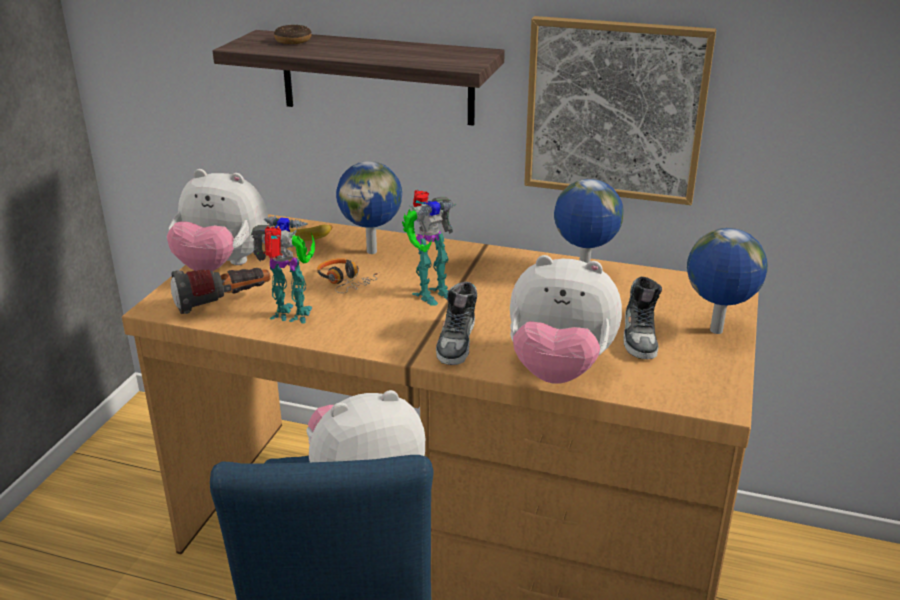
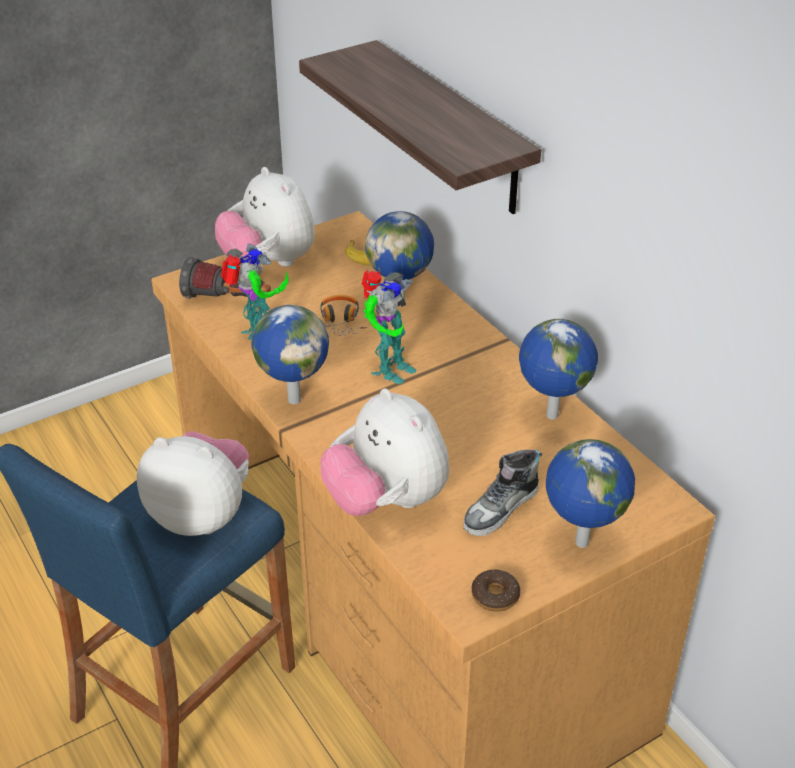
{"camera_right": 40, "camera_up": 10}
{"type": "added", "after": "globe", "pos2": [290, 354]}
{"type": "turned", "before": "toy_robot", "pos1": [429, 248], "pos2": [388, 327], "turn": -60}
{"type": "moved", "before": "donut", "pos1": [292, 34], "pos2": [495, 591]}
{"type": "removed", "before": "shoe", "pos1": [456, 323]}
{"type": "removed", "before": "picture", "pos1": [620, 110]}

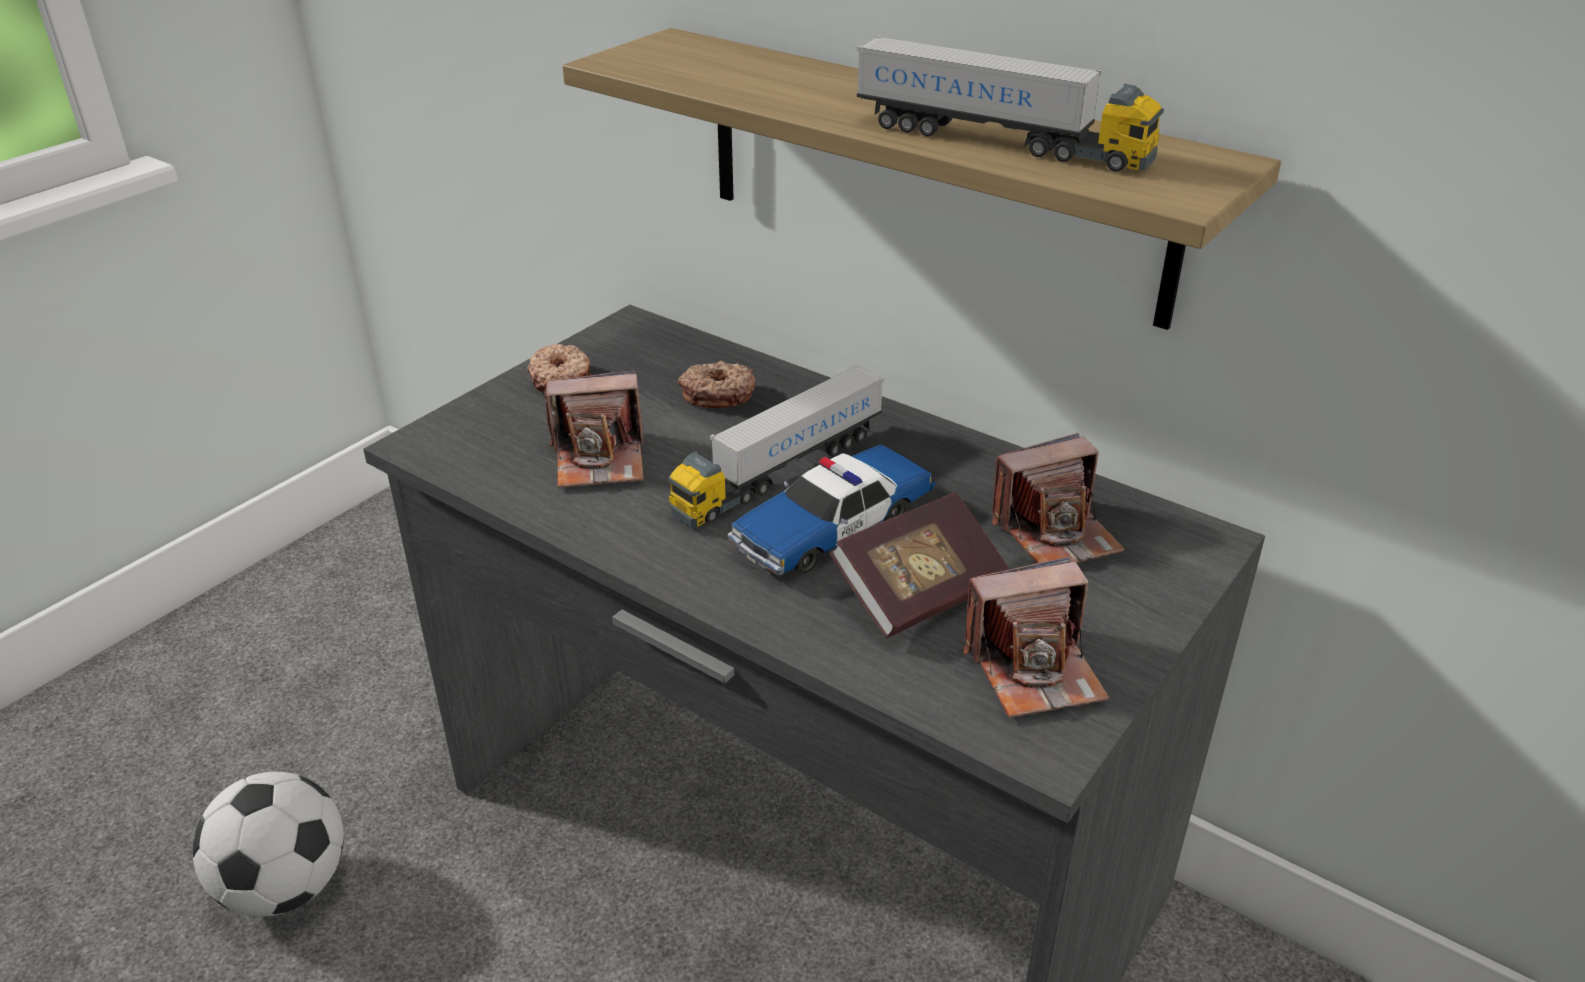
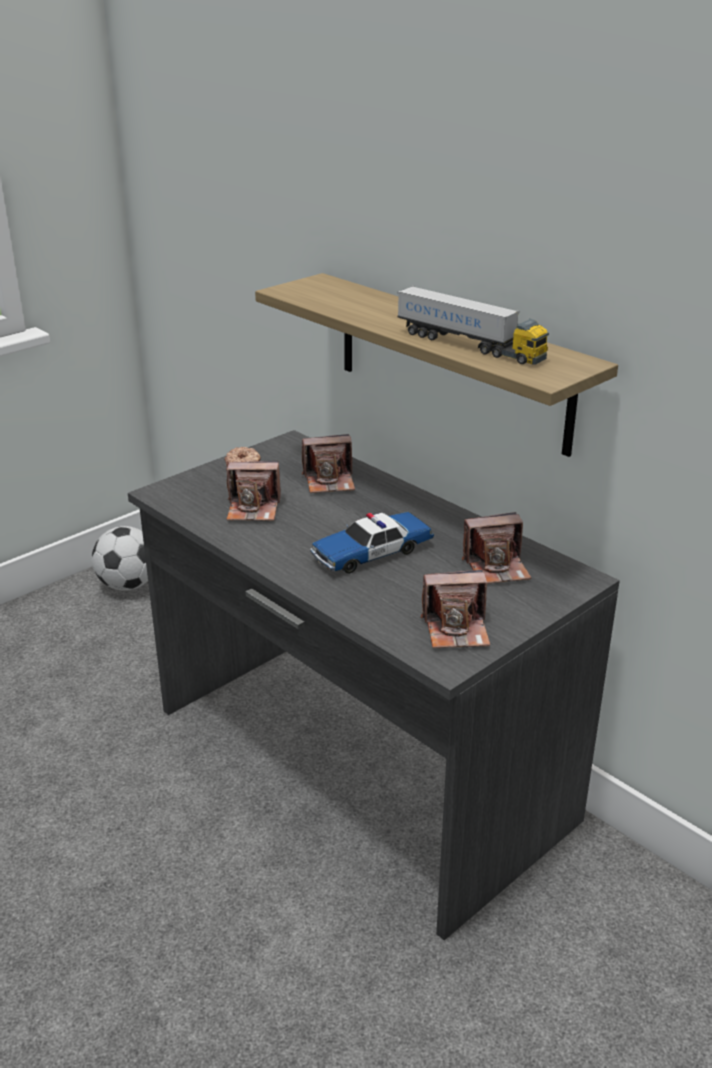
{"camera_right": 10, "camera_up": -5}
{"type": "moved", "before": "football", "pos1": [268, 844], "pos2": [120, 558]}
{"type": "replaced", "before": "donut", "after": "photo_camera", "pos1": [716, 384], "pos2": [328, 463]}
{"type": "removed", "before": "toy_truck", "pos1": [776, 446]}
{"type": "removed", "before": "book", "pos1": [919, 565]}

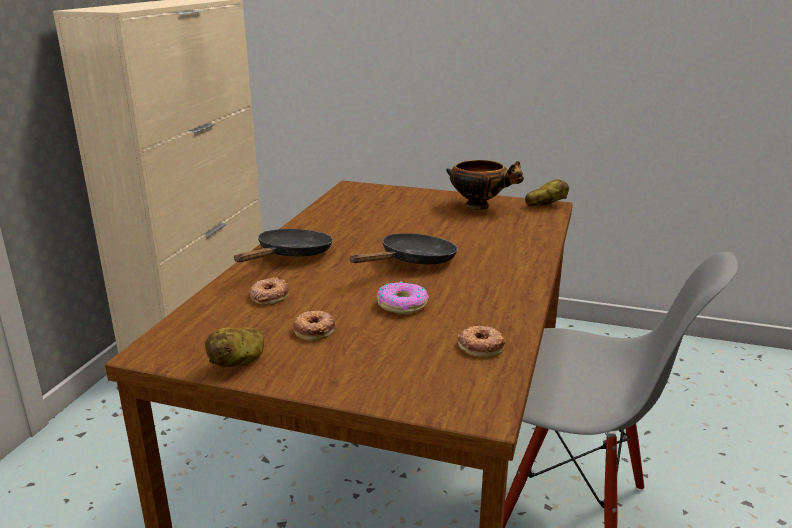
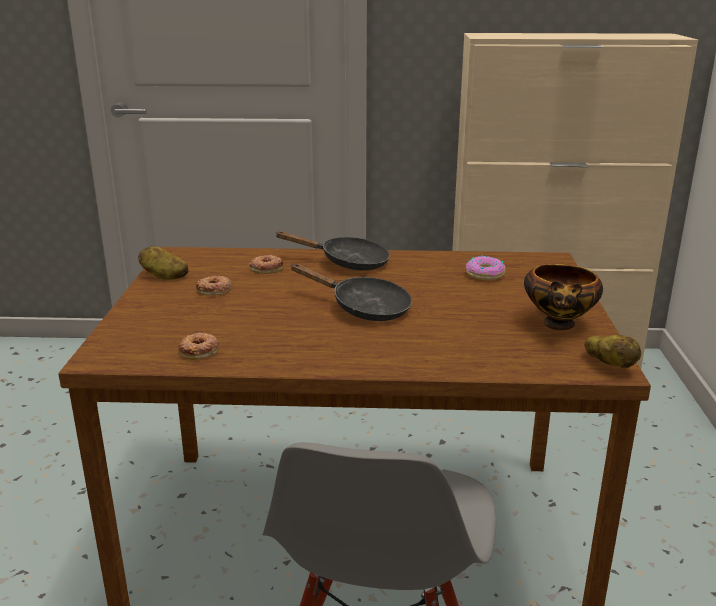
{"camera_right": 75, "camera_up": 0}
{"type": "moved", "before": "donut", "pos1": [403, 298], "pos2": [486, 267]}

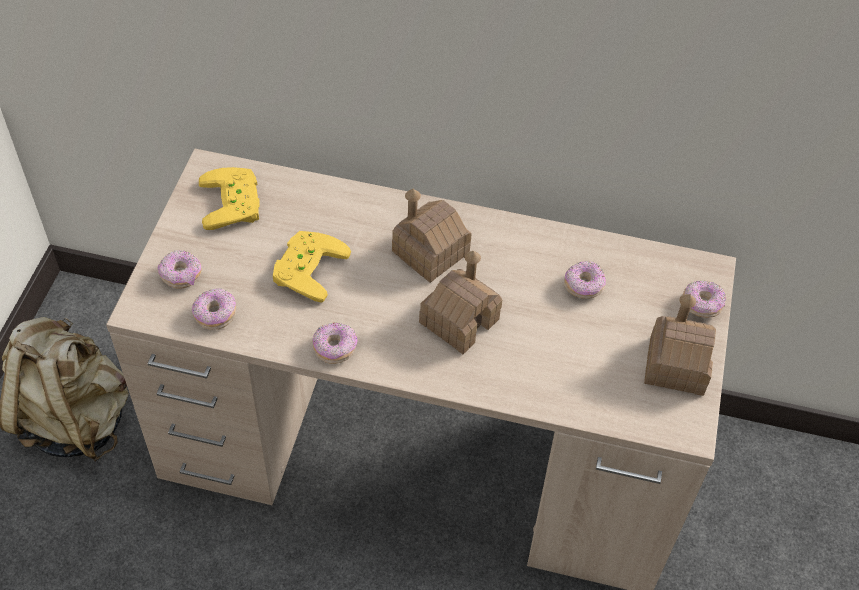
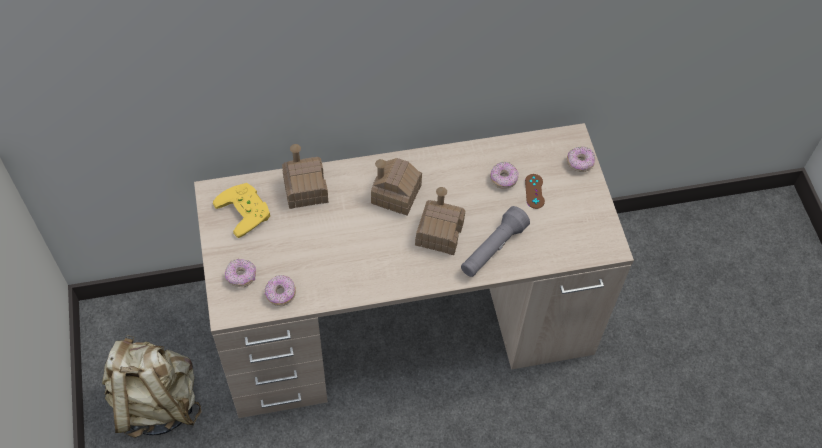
{"camera_right": -25, "camera_up": 5}
{"type": "moved", "before": "toy_house", "pos1": [680, 345], "pos2": [305, 176]}
{"type": "added", "after": "grey_flashlight", "pos2": [495, 241]}
{"type": "added", "after": "brown_game_controller", "pos2": [535, 191]}
{"type": "removed", "before": "yellow_game_controller", "pos1": [312, 267]}
{"type": "removed", "before": "donut", "pos1": [335, 343]}

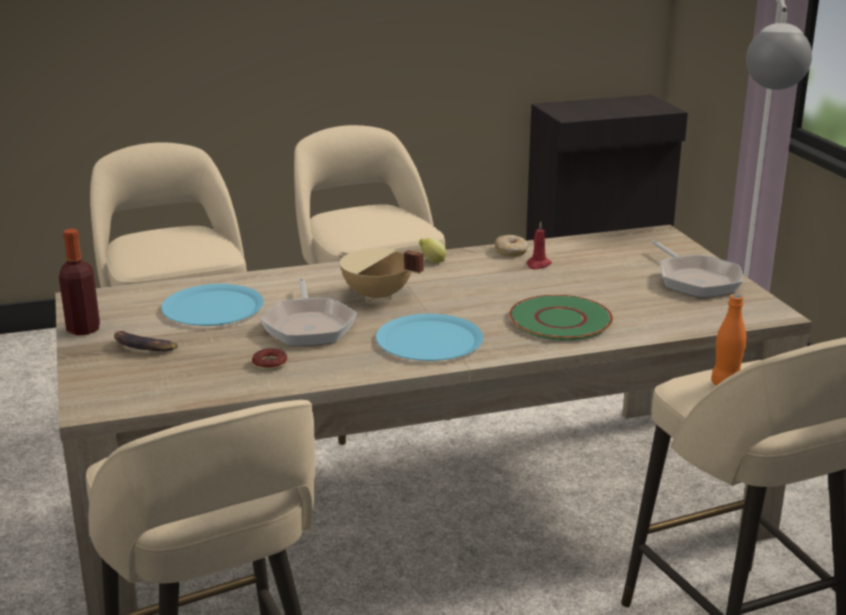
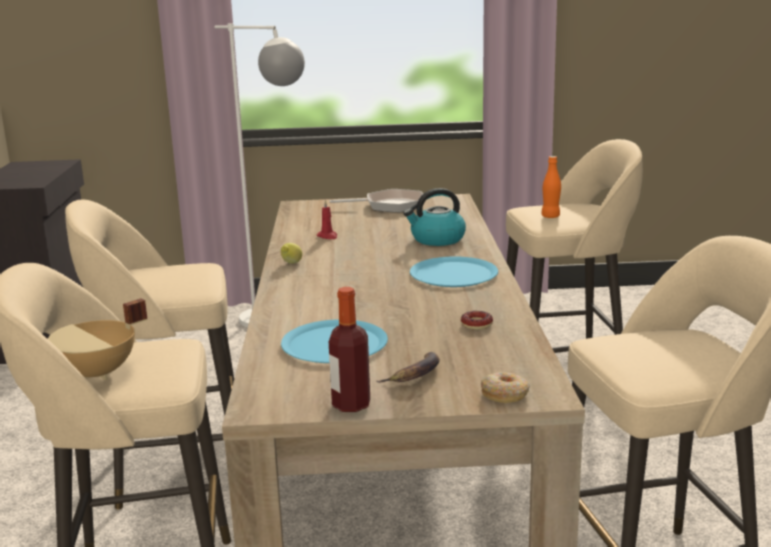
{"camera_right": -75, "camera_up": -5}
{"type": "moved", "before": "beige_cooking_pot", "pos1": [381, 275], "pos2": [97, 339]}
{"type": "replaced", "before": "green_plate", "after": "kettle", "pos1": [561, 317], "pos2": [435, 217]}
{"type": "moved", "before": "donut", "pos1": [511, 246], "pos2": [505, 387]}
{"type": "removed", "before": "frying_pan", "pos1": [308, 312]}

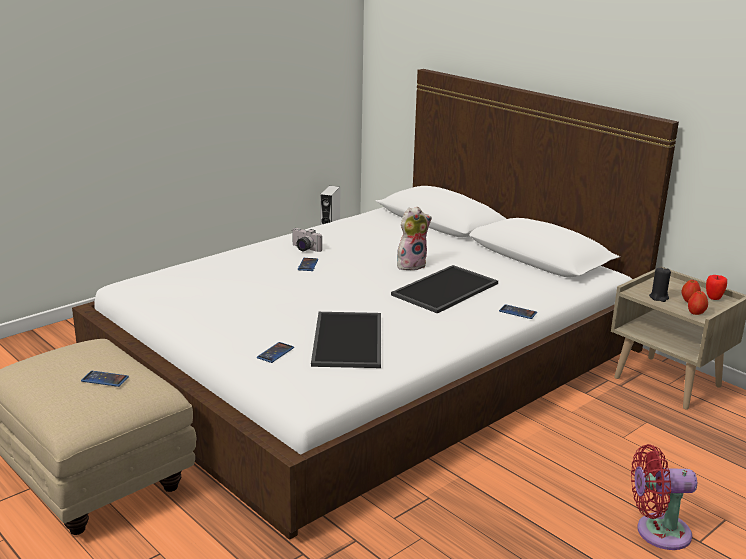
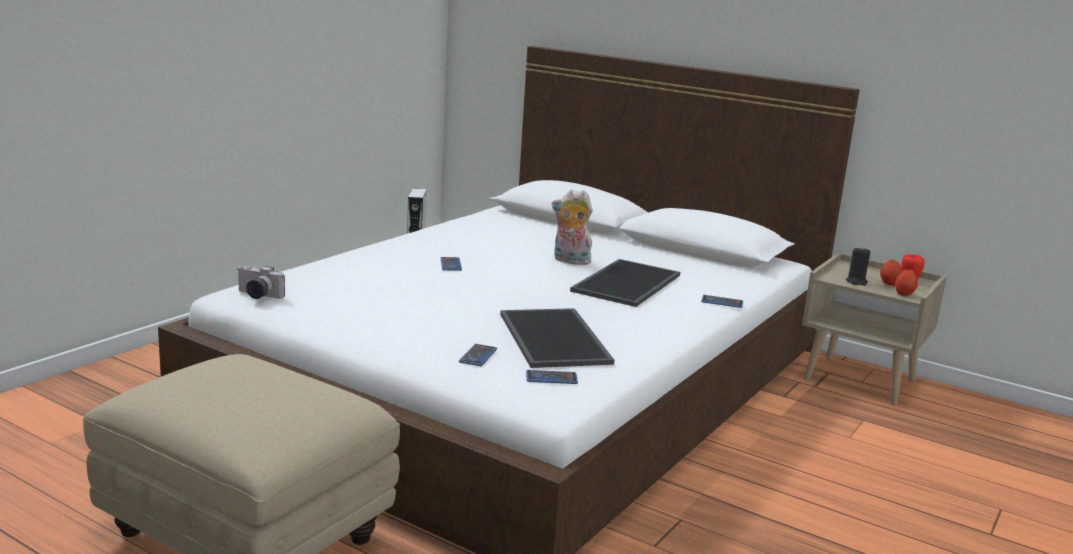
{"camera_right": -15, "camera_up": -5}
{"type": "moved", "before": "photo_camera", "pos1": [307, 240], "pos2": [261, 282]}
{"type": "moved", "before": "phone", "pos1": [105, 379], "pos2": [552, 377]}
{"type": "turned", "before": "plush_toy", "pos1": [414, 238], "pos2": [573, 227], "turn": -120}
{"type": "removed", "before": "red_fan", "pos1": [664, 497]}

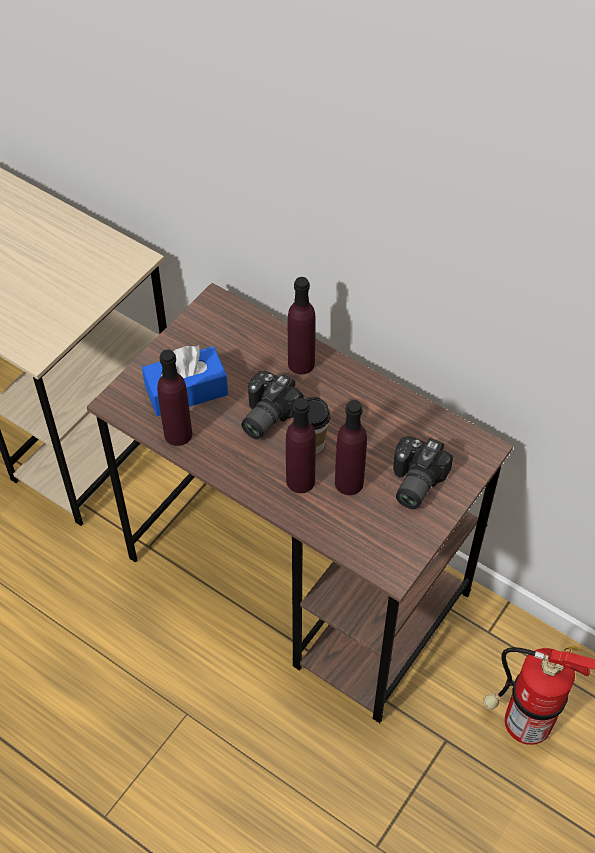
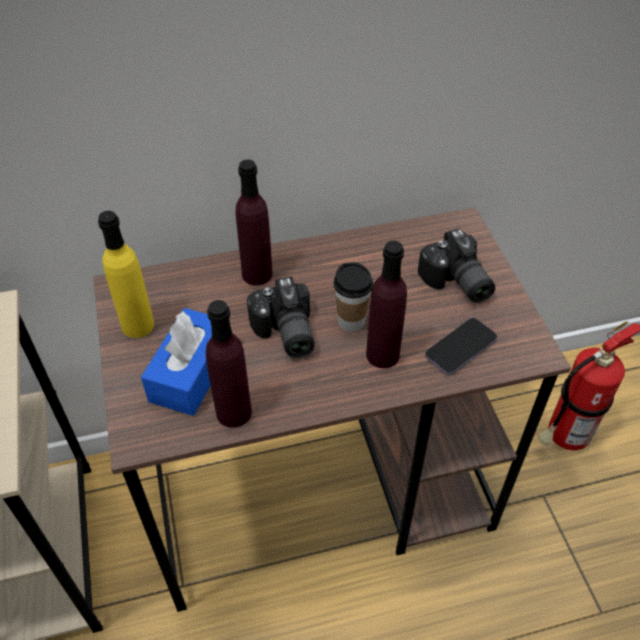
{"camera_right": -50, "camera_up": -5}
{"type": "added", "after": "yellow_bottle", "pos2": [126, 274]}
{"type": "added", "after": "phone", "pos2": [461, 346]}
{"type": "removed", "before": "purple_bottle", "pos1": [351, 447]}

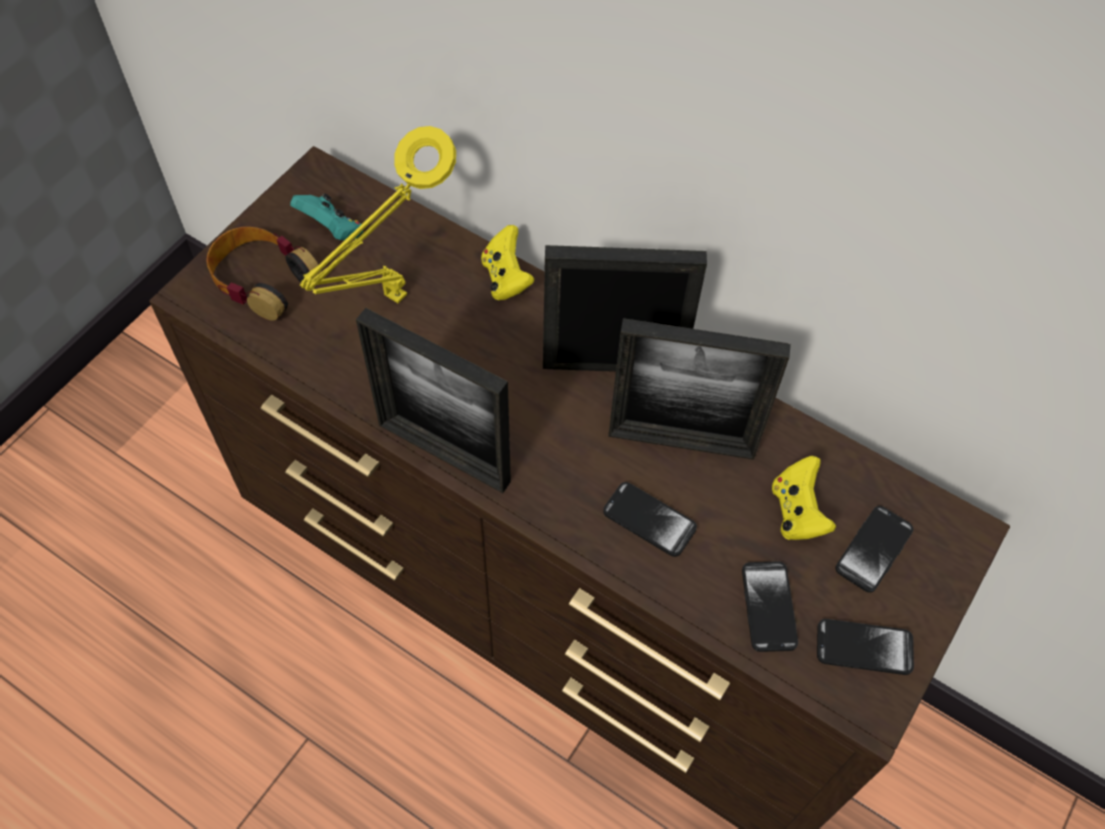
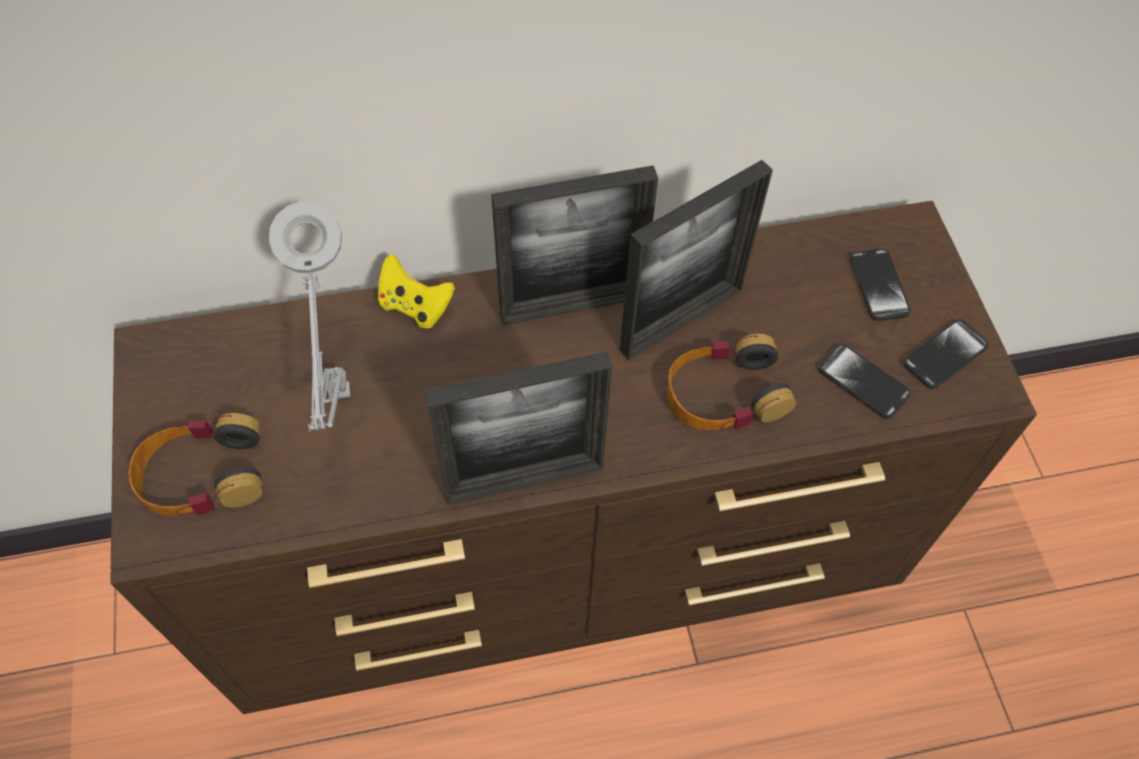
{"camera_right": -45, "camera_up": 0}
{"type": "recoloured", "before": "yellow_table_lamp", "after": "grey_table_lamp", "pos1": [378, 214], "pos2": [309, 316]}
{"type": "turned", "before": "picture_frame", "pos1": [625, 308], "pos2": [574, 245], "turn": -150}
{"type": "replaced", "before": "phone", "after": "headphones", "pos1": [650, 519], "pos2": [731, 382]}
{"type": "removed", "before": "turquoise_game_controller", "pos1": [326, 216]}
{"type": "removed", "before": "yellow_game_controller", "pos1": [804, 498]}

